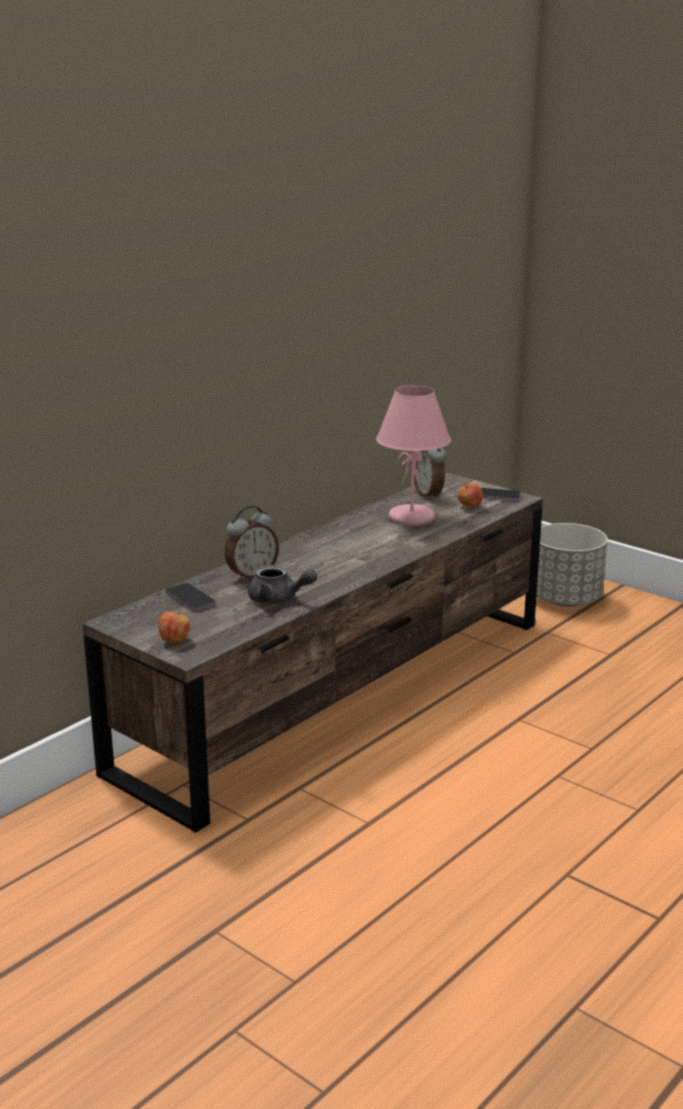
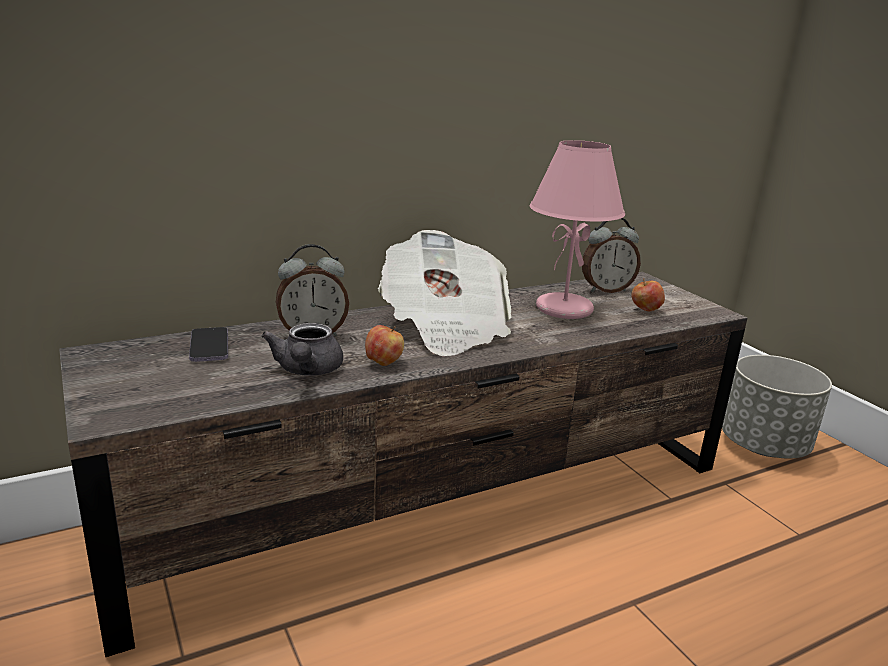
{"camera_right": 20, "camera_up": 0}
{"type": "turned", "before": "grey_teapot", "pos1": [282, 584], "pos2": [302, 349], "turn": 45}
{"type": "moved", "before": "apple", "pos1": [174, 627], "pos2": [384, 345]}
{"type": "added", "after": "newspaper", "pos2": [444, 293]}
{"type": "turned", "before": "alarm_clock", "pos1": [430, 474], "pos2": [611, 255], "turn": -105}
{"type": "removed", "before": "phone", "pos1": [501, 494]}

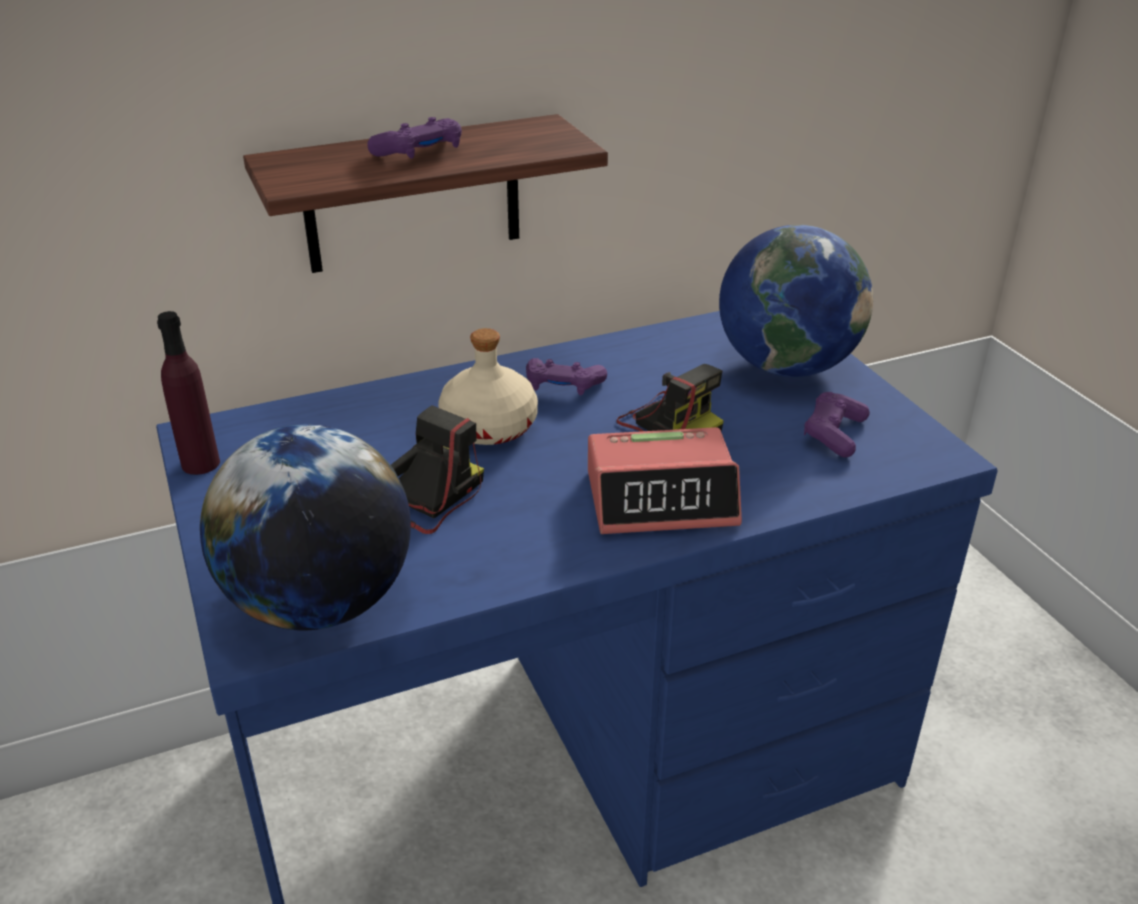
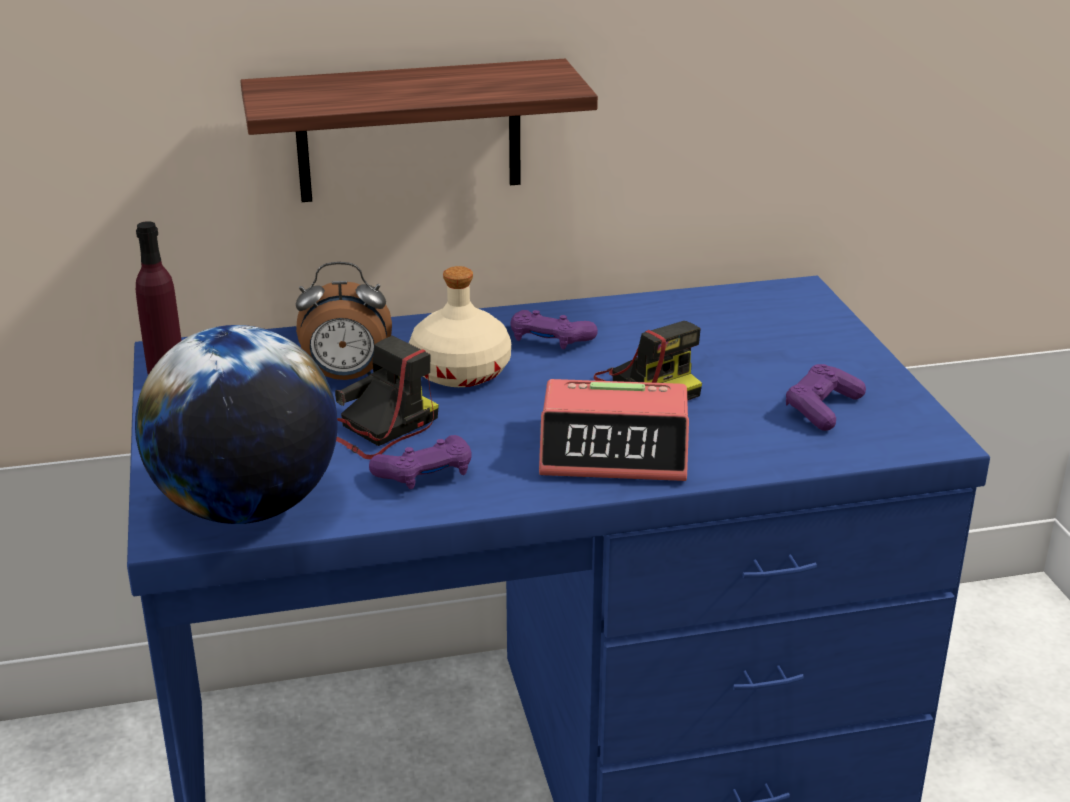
{"camera_right": 10, "camera_up": -5}
{"type": "added", "after": "alarm_clock", "pos2": [344, 321]}
{"type": "moved", "before": "purple_game_controller", "pos1": [414, 138], "pos2": [420, 462]}
{"type": "removed", "before": "globe", "pos1": [796, 301]}

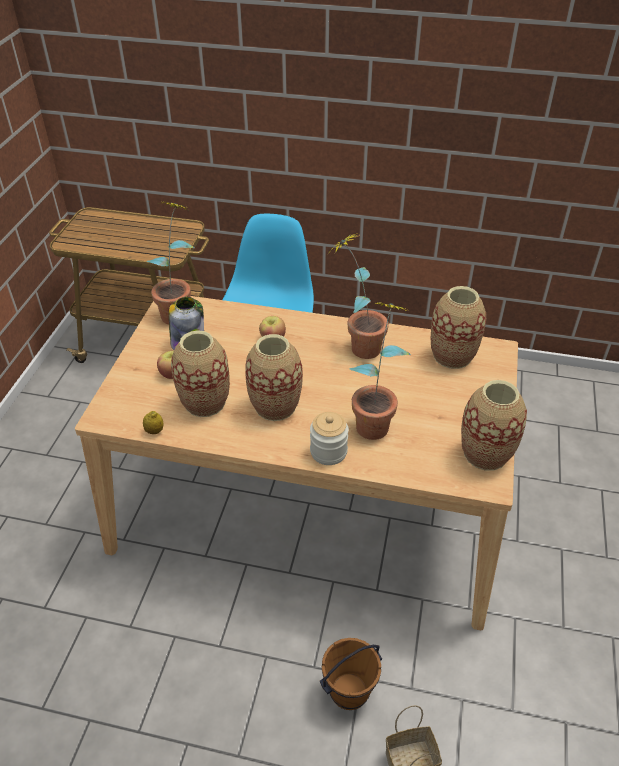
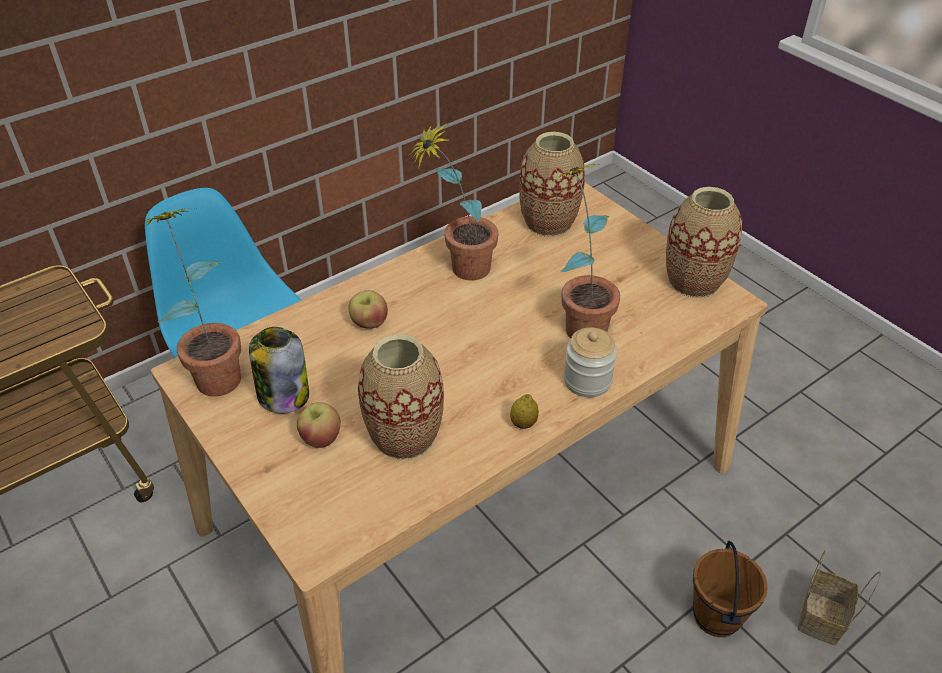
{"camera_right": -50, "camera_up": 0}
{"type": "moved", "before": "lemon", "pos1": [153, 422], "pos2": [524, 411]}
{"type": "removed", "before": "vase", "pos1": [274, 377]}

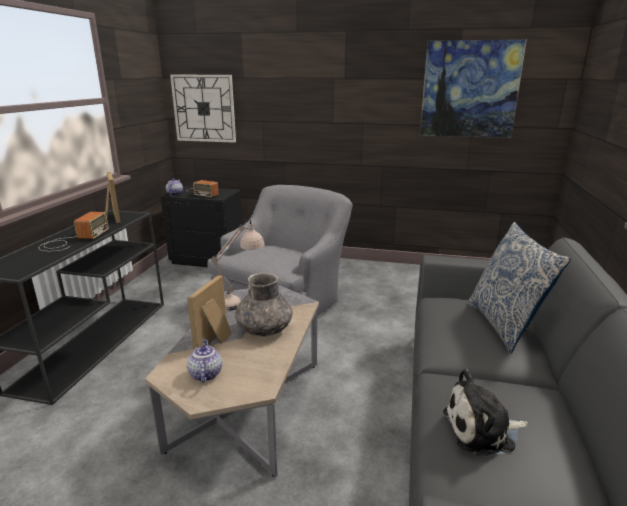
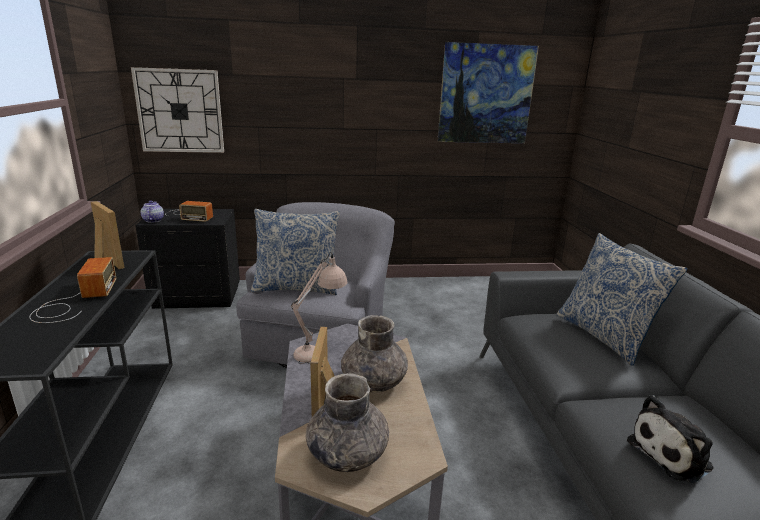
{"camera_right": -20, "camera_up": 0}
{"type": "added", "after": "pillow", "pos2": [295, 252]}
{"type": "replaced", "before": "teapot", "after": "grey_vase", "pos1": [204, 361], "pos2": [347, 422]}

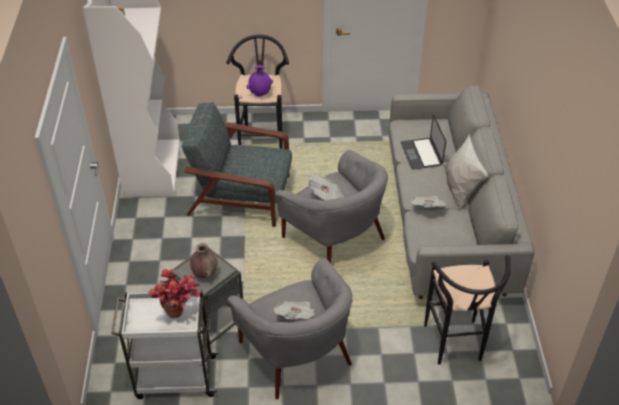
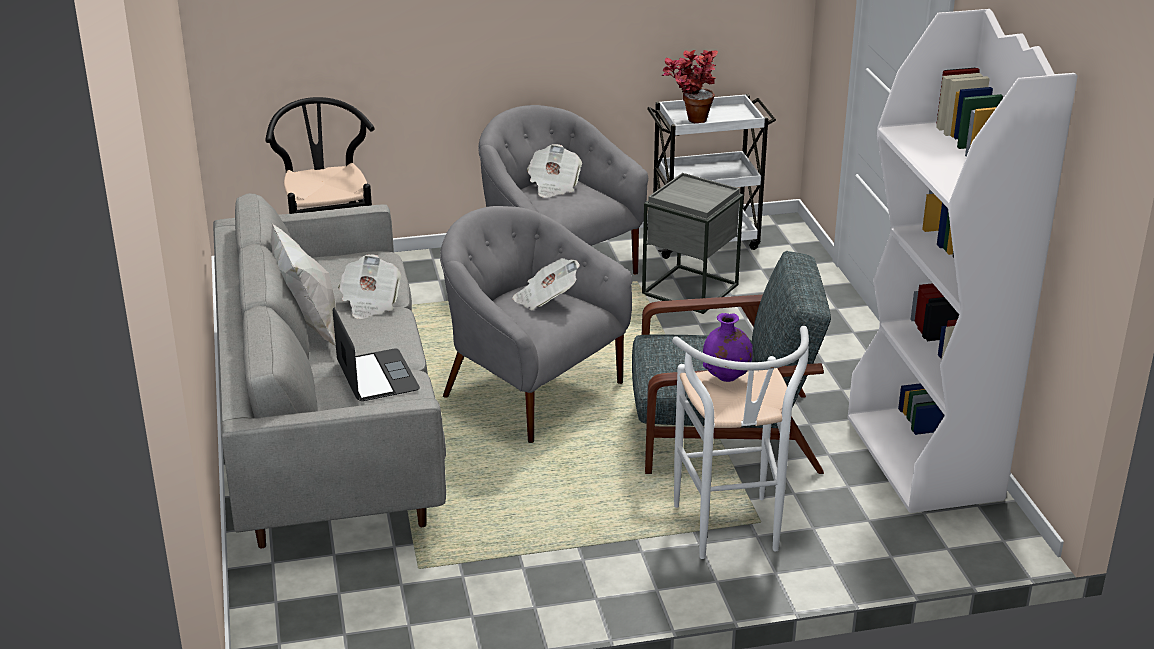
{"camera_right": 170, "camera_up": -15}
{"type": "recoloured", "before": "black_stool", "after": "white_stool", "pos1": [257, 92], "pos2": [740, 442]}
{"type": "removed", "before": "brown_vase", "pos1": [204, 260]}

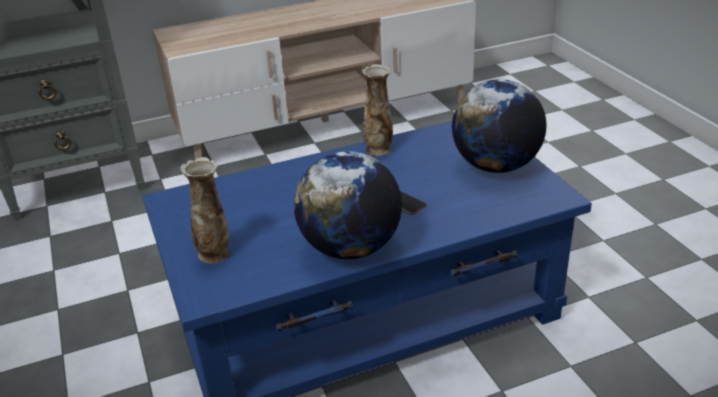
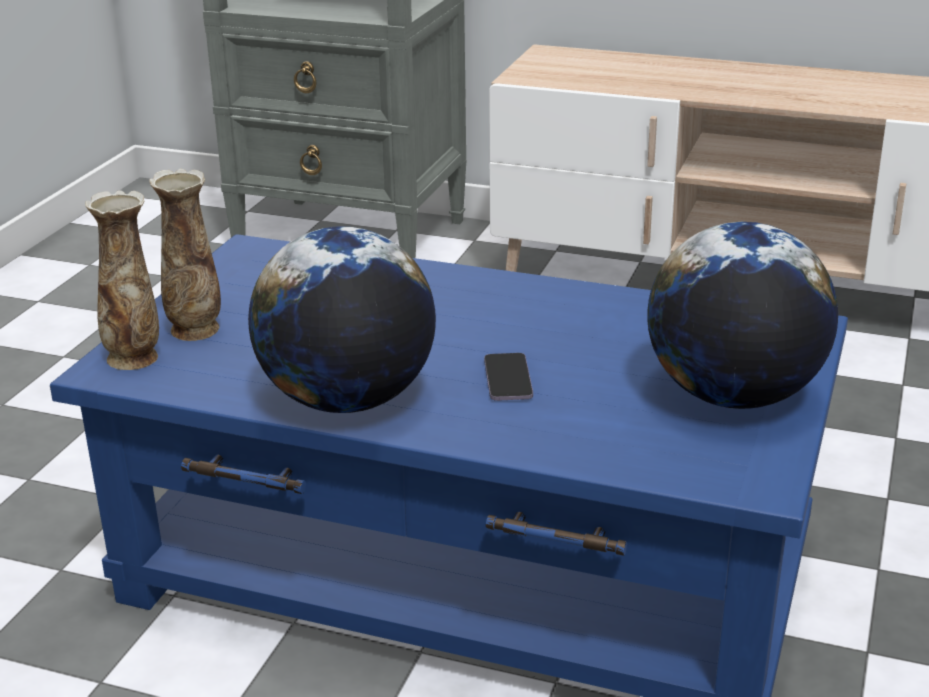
{"camera_right": 40, "camera_up": -5}
{"type": "moved", "before": "vase", "pos1": [377, 110], "pos2": [122, 280]}

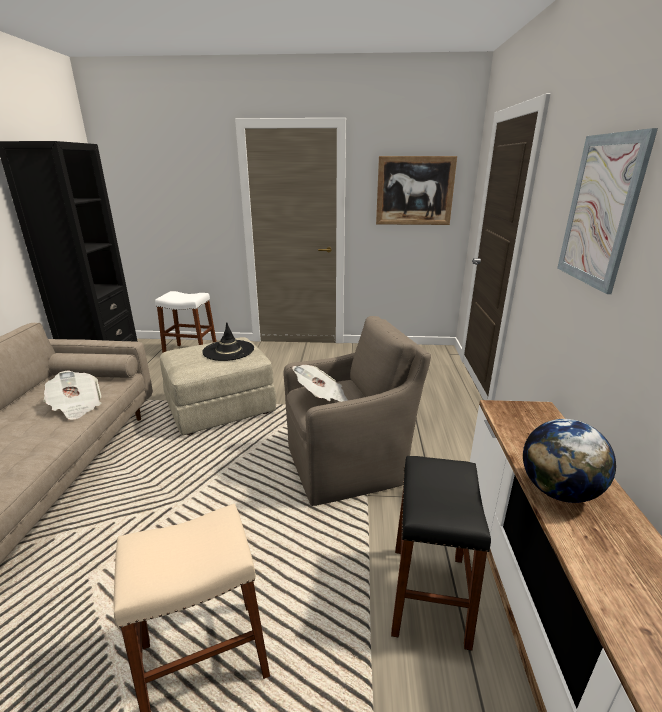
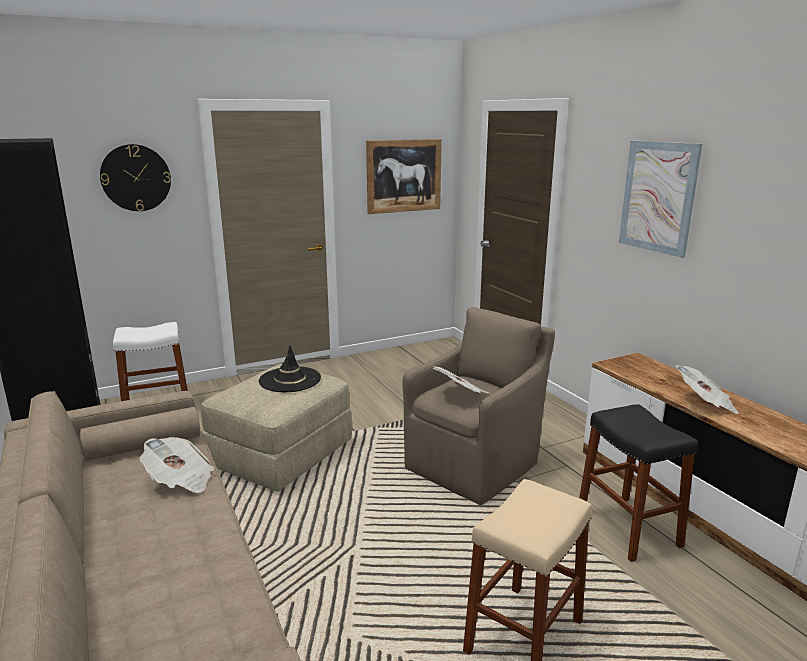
{"camera_right": -30, "camera_up": -5}
{"type": "added", "after": "wall_clock", "pos2": [135, 177]}
{"type": "replaced", "before": "globe", "after": "newspaper", "pos1": [569, 461], "pos2": [707, 389]}

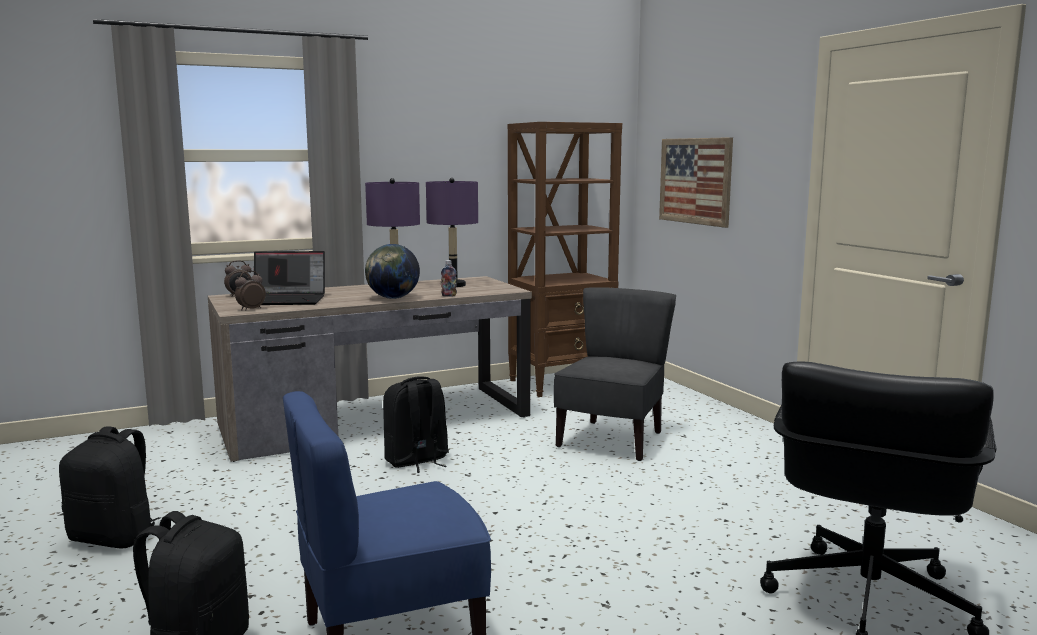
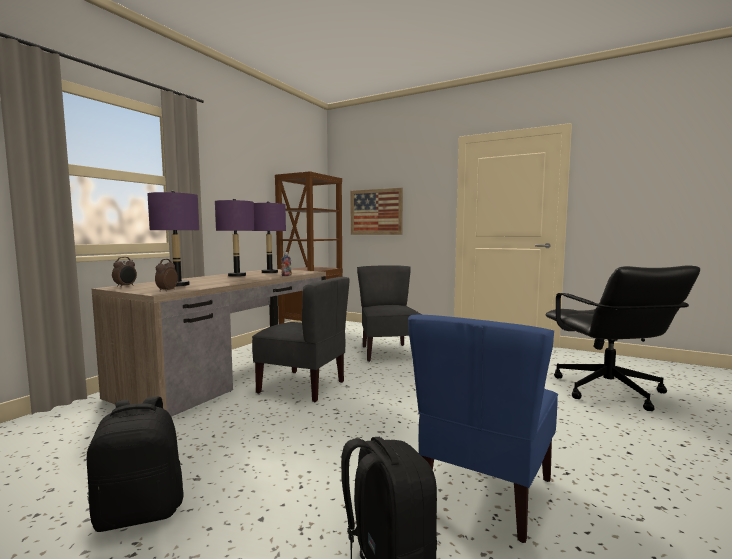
{"camera_right": -35, "camera_up": -5}
{"type": "replaced", "before": "laptop", "after": "purple_table_lamp", "pos1": [289, 278], "pos2": [173, 238]}
{"type": "replaced", "before": "black_backpack", "after": "grey_chair", "pos1": [416, 424], "pos2": [301, 340]}
{"type": "removed", "before": "globe", "pos1": [392, 271]}

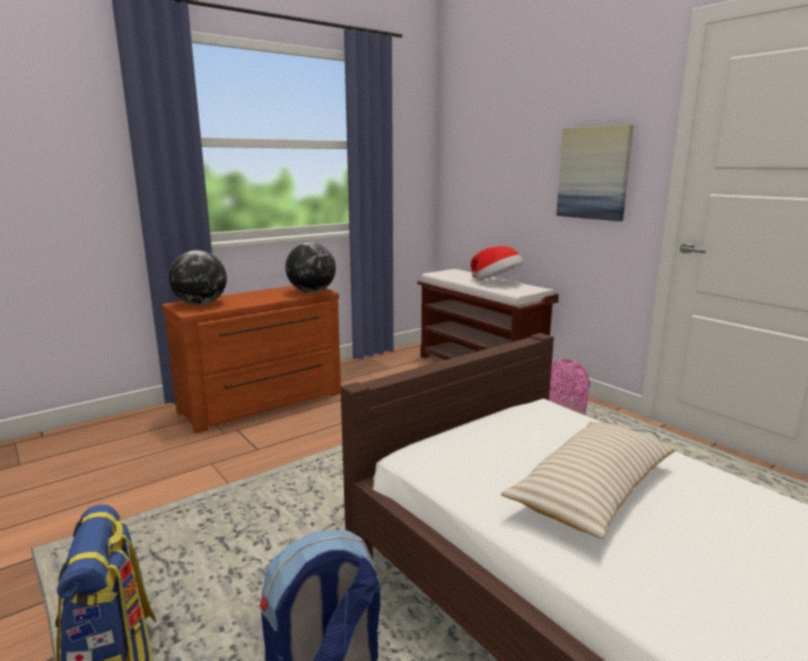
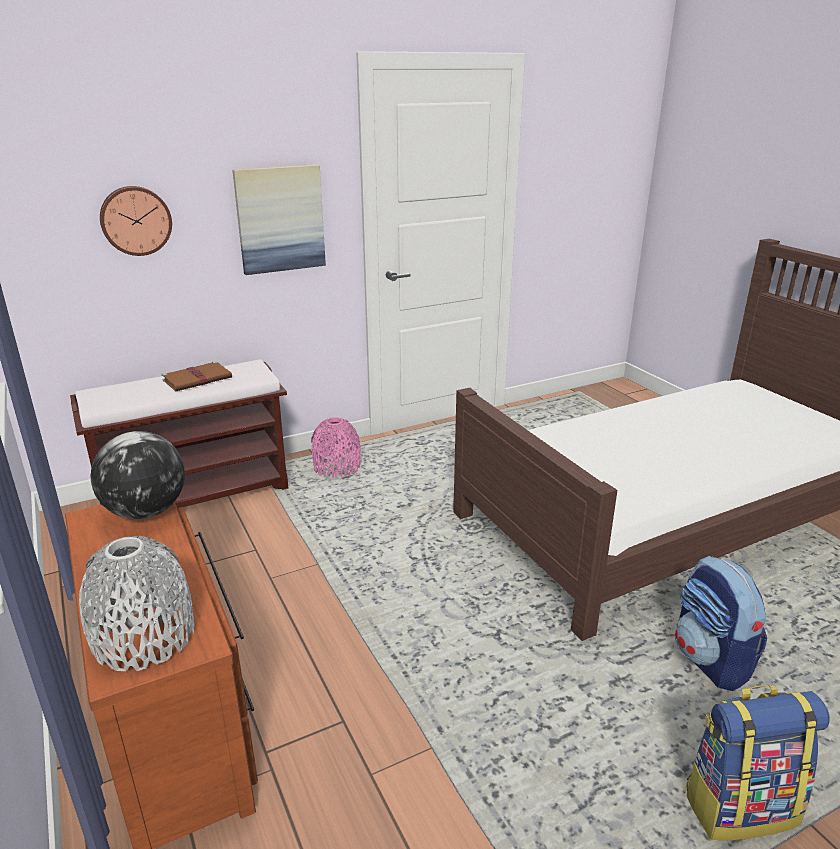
{"camera_right": -80, "camera_up": 10}
{"type": "replaced", "before": "globe", "after": "grey_vase", "pos1": [198, 277], "pos2": [136, 603]}
{"type": "added", "after": "wall_clock", "pos2": [136, 221]}
{"type": "replaced", "before": "hat", "after": "brown_book", "pos1": [497, 263], "pos2": [197, 376]}
{"type": "removed", "before": "beige_pillow", "pos1": [588, 480]}

